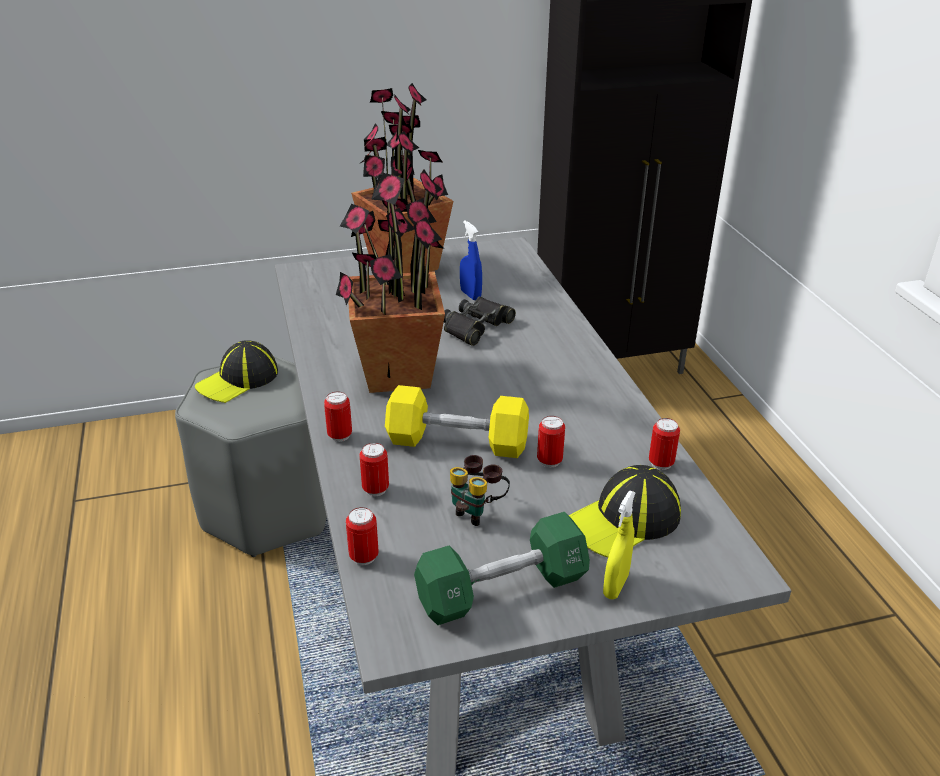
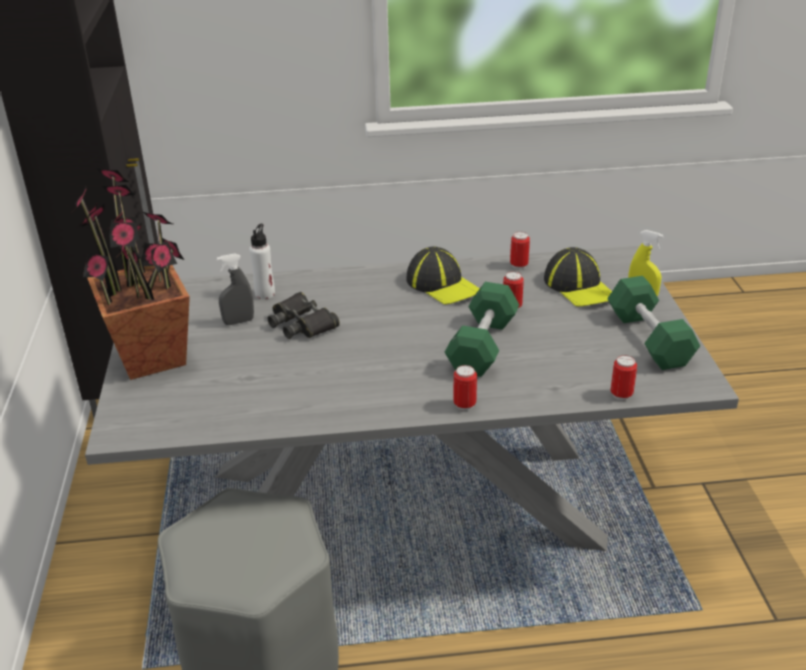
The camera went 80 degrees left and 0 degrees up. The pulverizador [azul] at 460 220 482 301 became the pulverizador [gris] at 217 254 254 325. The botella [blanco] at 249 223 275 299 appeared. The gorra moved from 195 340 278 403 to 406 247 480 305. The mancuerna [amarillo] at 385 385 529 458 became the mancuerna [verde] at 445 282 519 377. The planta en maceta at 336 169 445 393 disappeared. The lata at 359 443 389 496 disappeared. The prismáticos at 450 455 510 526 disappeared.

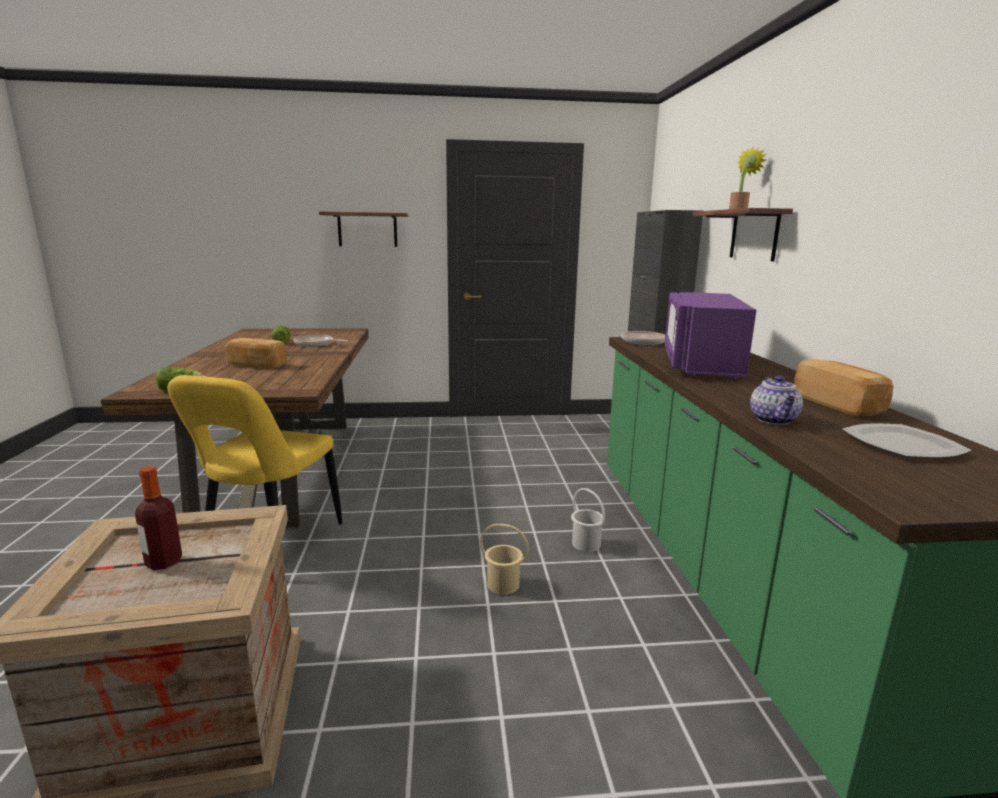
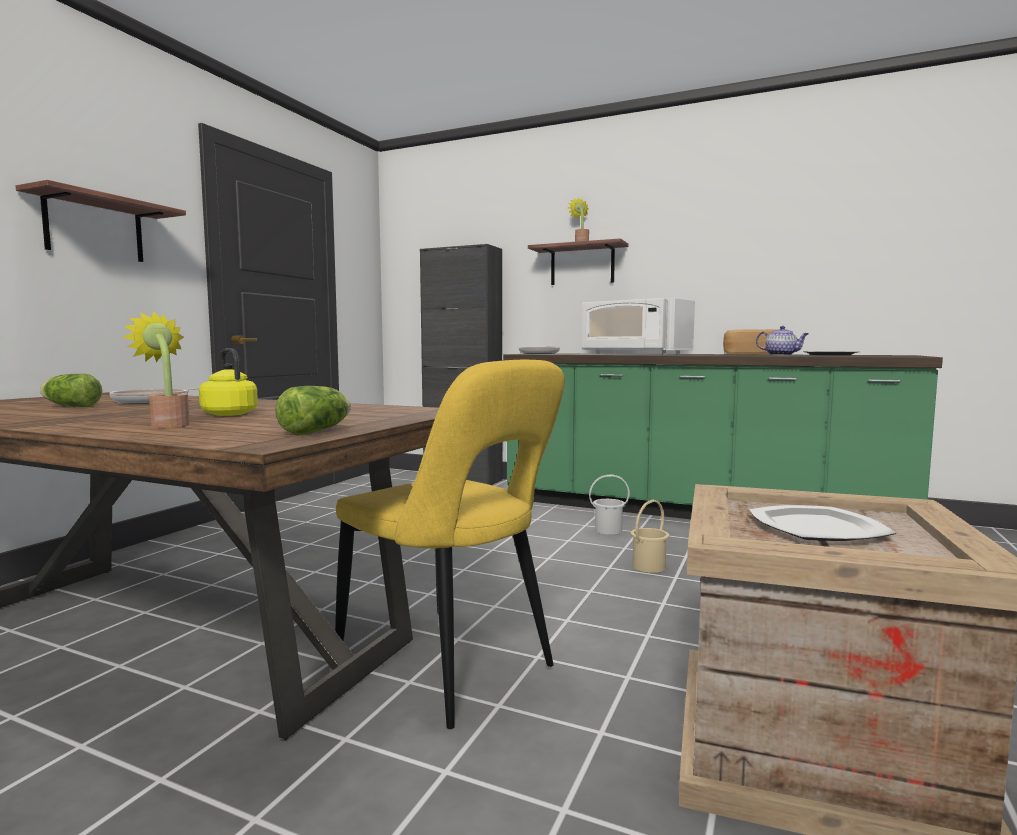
The camera went 60 degrees left and 10 degrees down. The planta en maceta at 123 311 190 428 appeared. The pan at 225 338 287 368 was replaced by the hervidor [amarillo] at 199 348 258 416. The microondas [morado] at 665 292 756 379 became the microondas [blanco] at 582 298 695 355. The botella at 135 466 182 570 was replaced by the plato at 749 505 896 541.

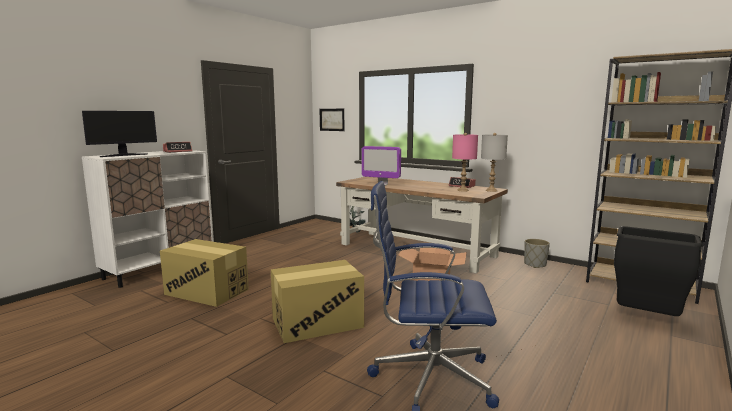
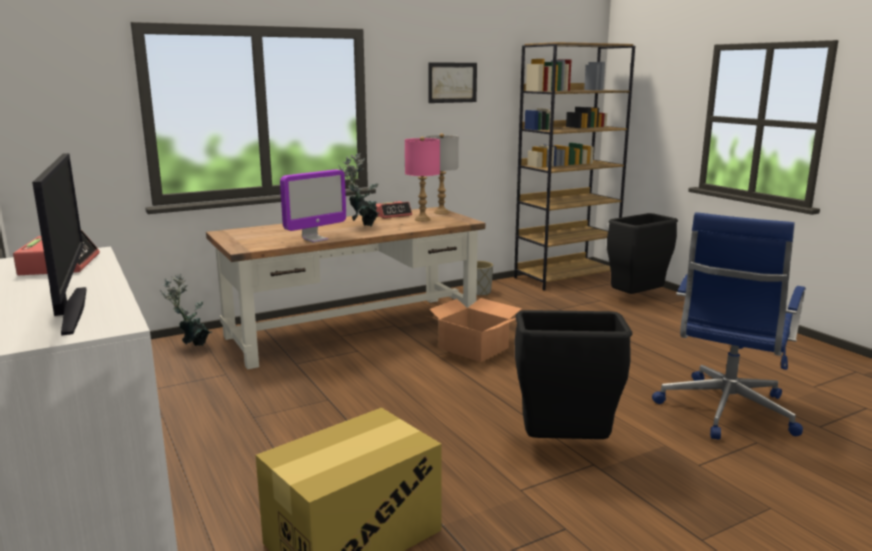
The camera went 65 degrees left and 5 degrees up. The planta en maceta at 338 153 380 226 appeared. The cuadro moved from 320 109 344 131 to 428 62 477 103. The caja de cartón at 271 260 364 343 was replaced by the papelera [negro] at 515 310 633 439.

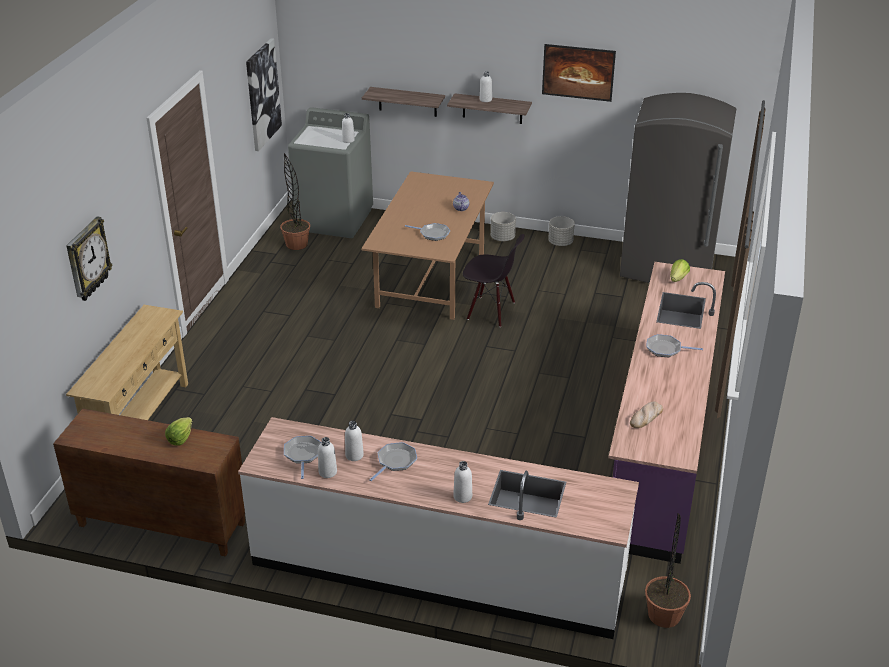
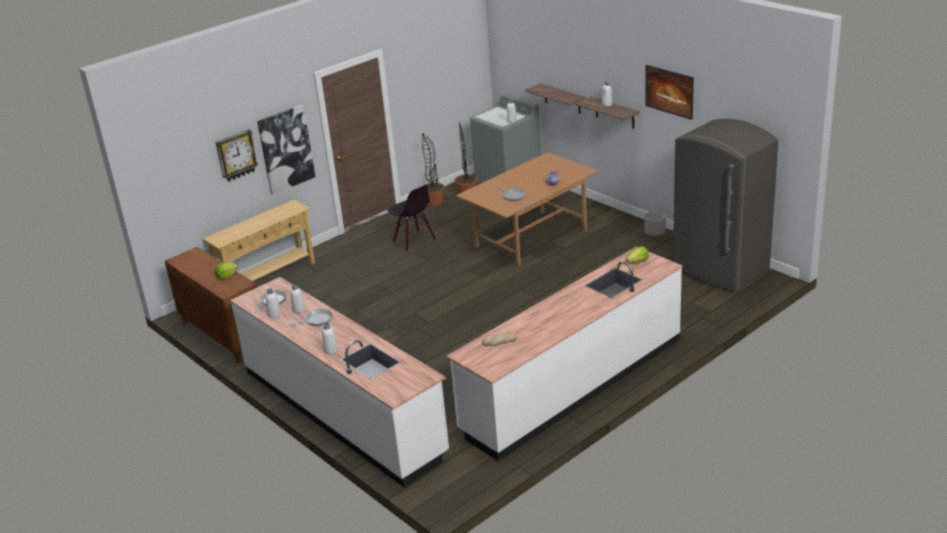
The camera went 35 degrees right and 5 degrees down. The cuadro moved from 246 38 282 151 to 257 105 315 195. The silla [negro] moved from 463 234 524 327 to 387 185 436 252. The planta en maceta moved from 645 513 691 628 to 422 133 444 206. The mueble bajo de cocina [morado] at 609 262 725 564 became the mueble bajo de cocina [blanco] at 446 247 682 461. The maceta [gris] at 491 212 516 241 disappeared. The sartén at 647 334 703 357 disappeared.

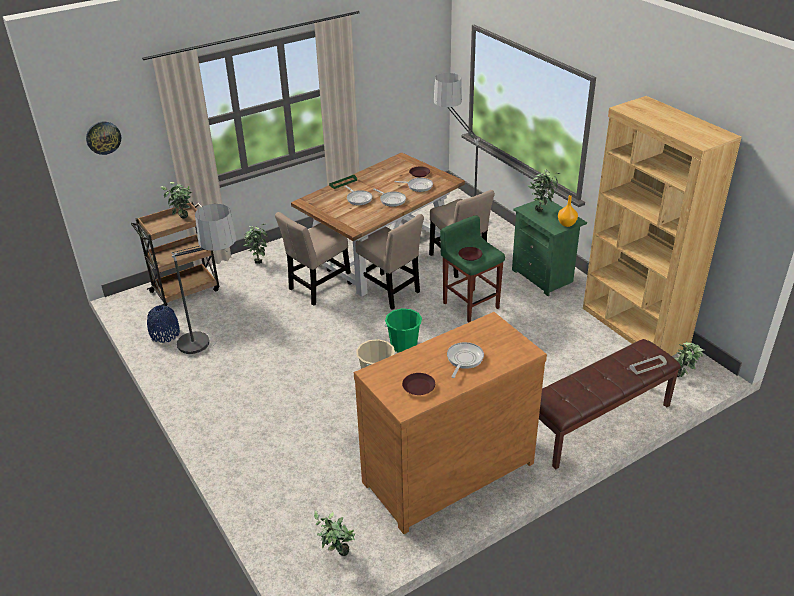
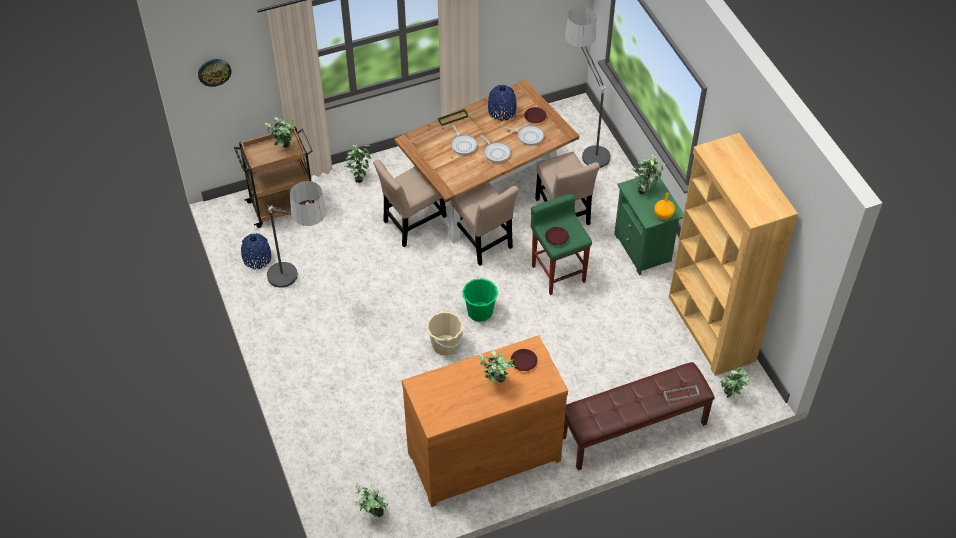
The camera went 10 degrees right and 15 degrees up. The sartén at 447 342 484 378 was replaced by the planta en maceta at 478 350 516 383. The florero [azul] at 488 85 517 121 appeared. The plato [marrón] moved from 402 373 435 395 to 511 349 538 371.

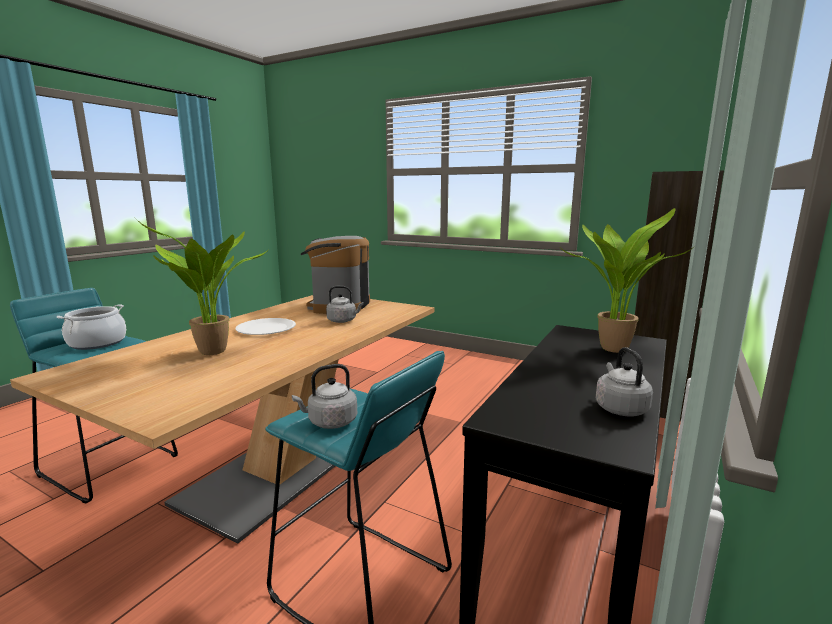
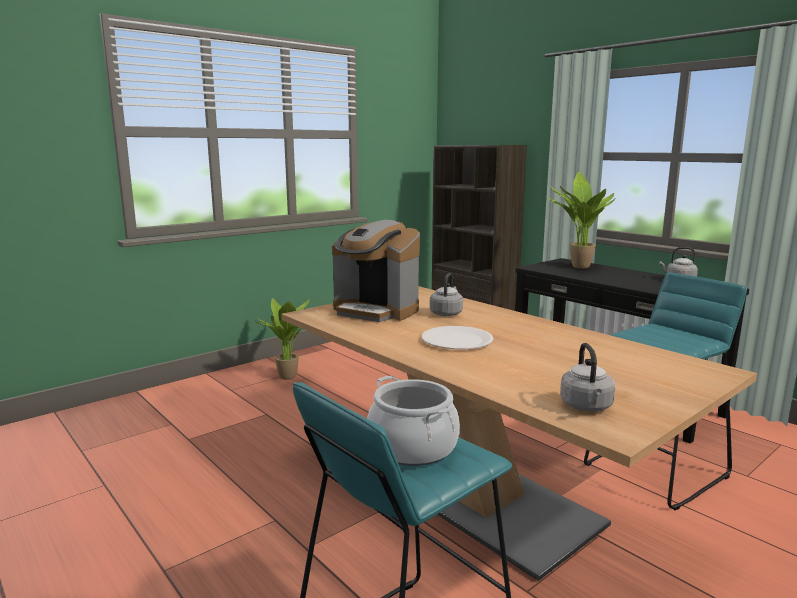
The camera went 70 degrees left and 0 degrees up. The planta en maceta moved from 136 219 269 355 to 254 298 310 380. The hervidor [gris] moved from 292 364 357 429 to 560 343 615 412.

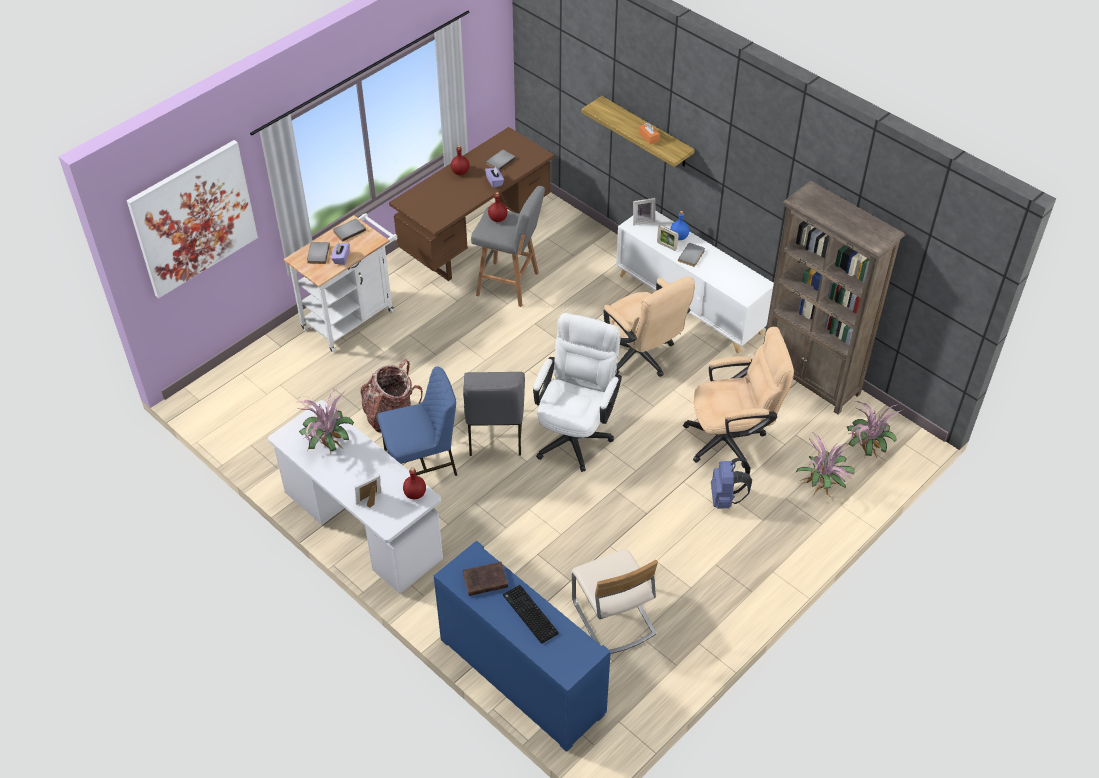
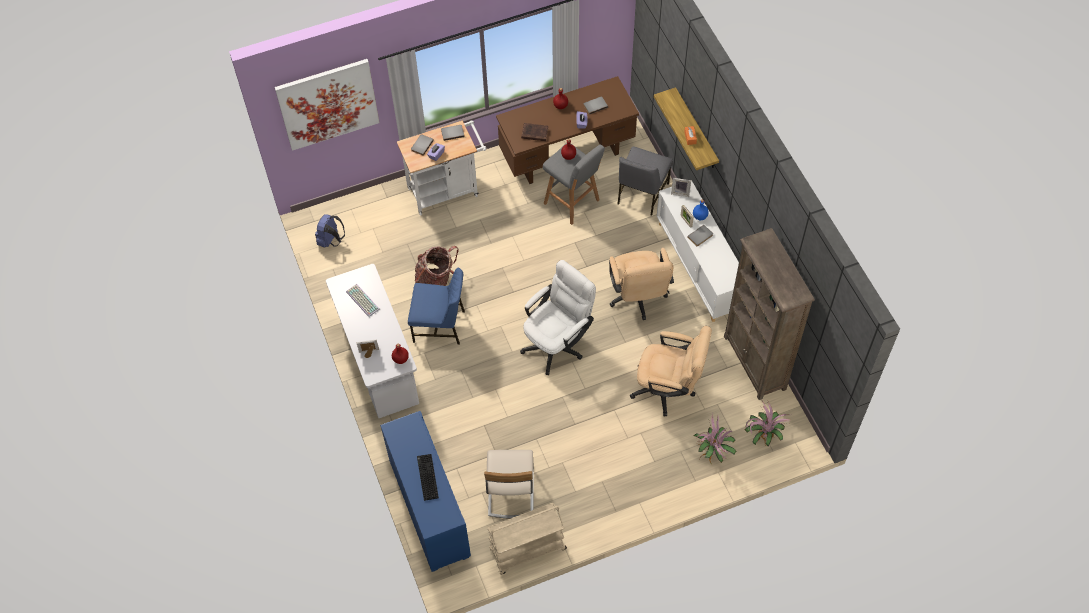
The camera went 25 degrees right and 10 degrees up. The mochila [azul] moved from 711 458 752 508 to 315 214 345 248. The planta en maceta at 295 388 354 455 was replaced by the teclado at 346 284 380 317. The carrito [beis] at 488 503 567 574 appeared. The libro [marrón] moved from 463 562 508 596 to 521 123 548 141. The silla [gris] moved from 463 372 525 456 to 618 146 673 216.

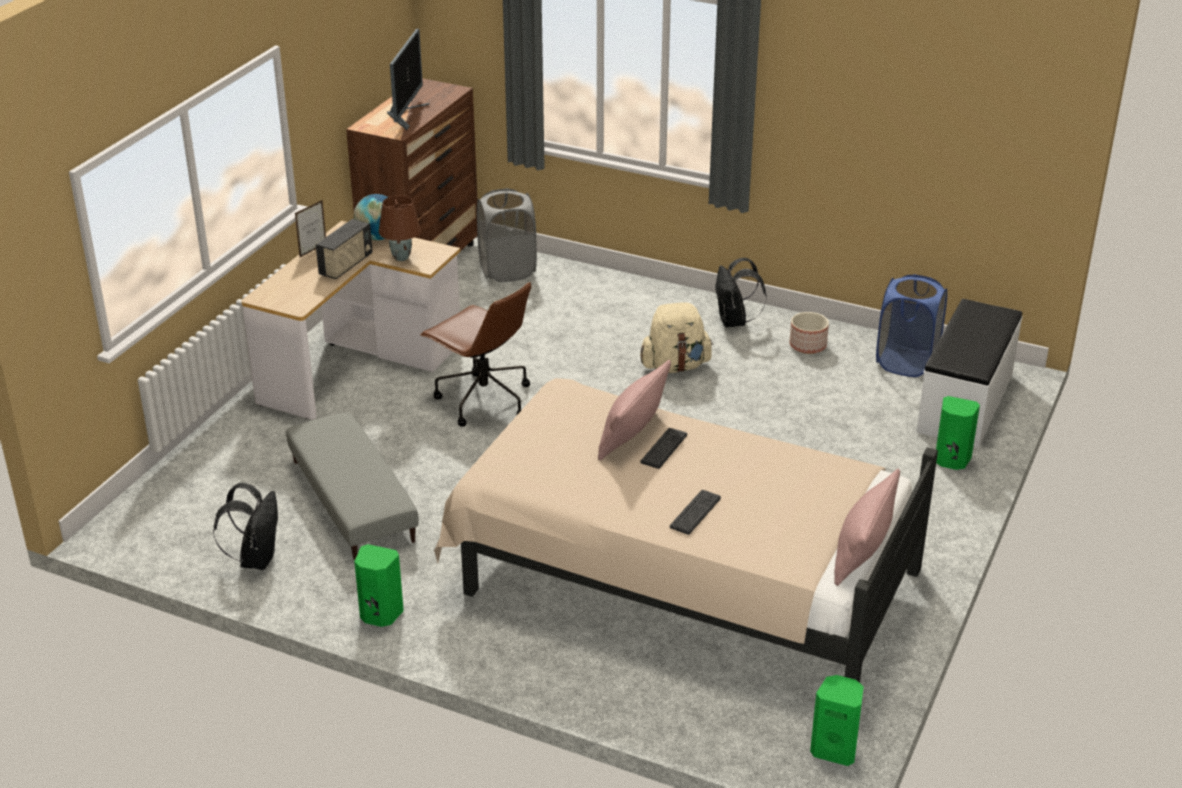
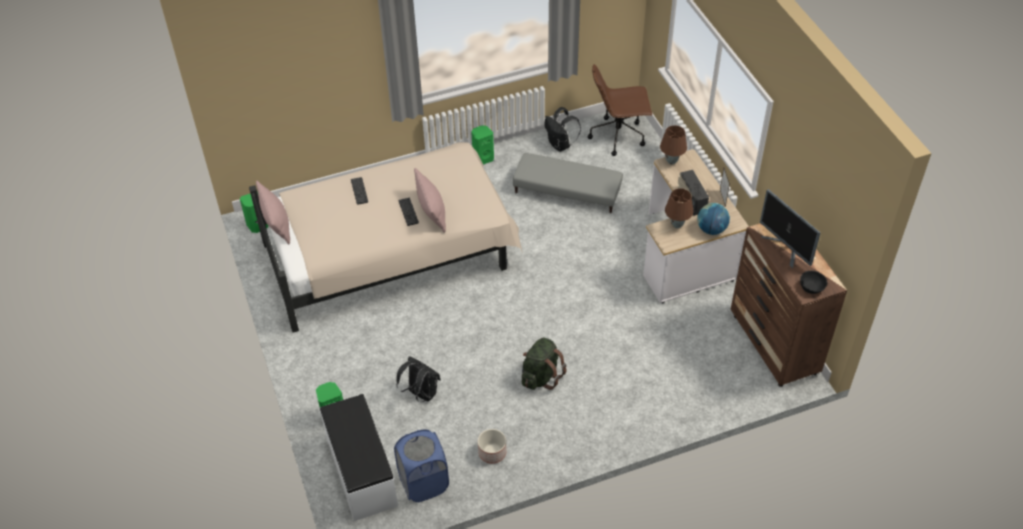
The camera went 135 degrees right and 15 degrees up. The mochila [negro] moved from 715 258 767 327 to 396 356 441 402. The mochila [beis] at 640 302 713 373 became the mochila [verde] at 522 337 567 390. The silla de oficina [marrón] moved from 420 282 531 427 to 588 64 652 156. The lámpara de mesa [marrón] at 660 125 687 165 appeared. The cuenco [negro] at 800 271 827 294 appeared. The cesto de la ropa [gris] at 477 188 537 282 disappeared.

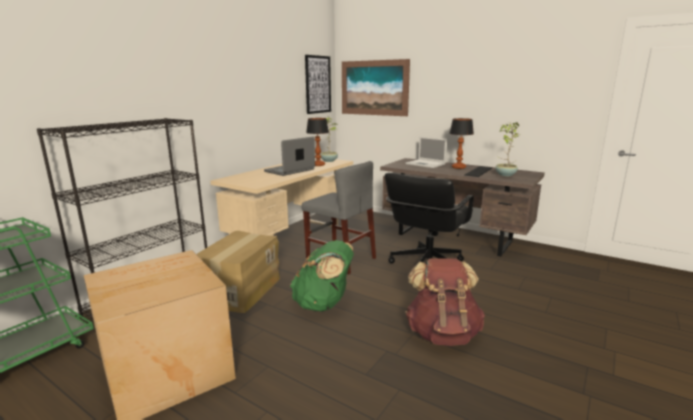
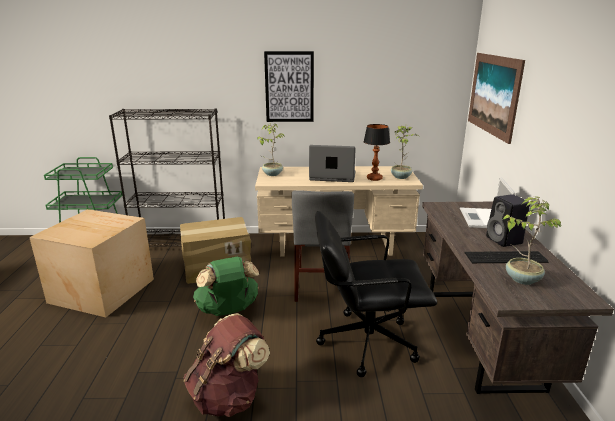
The camera went 55 degrees right and 5 degrees up. The planta en maceta at 257 123 285 176 appeared. The cuadro moved from 305 55 331 114 to 264 51 314 122. The lámpara de mesa at 449 118 474 169 was replaced by the altavoz [negro] at 486 194 530 247.

